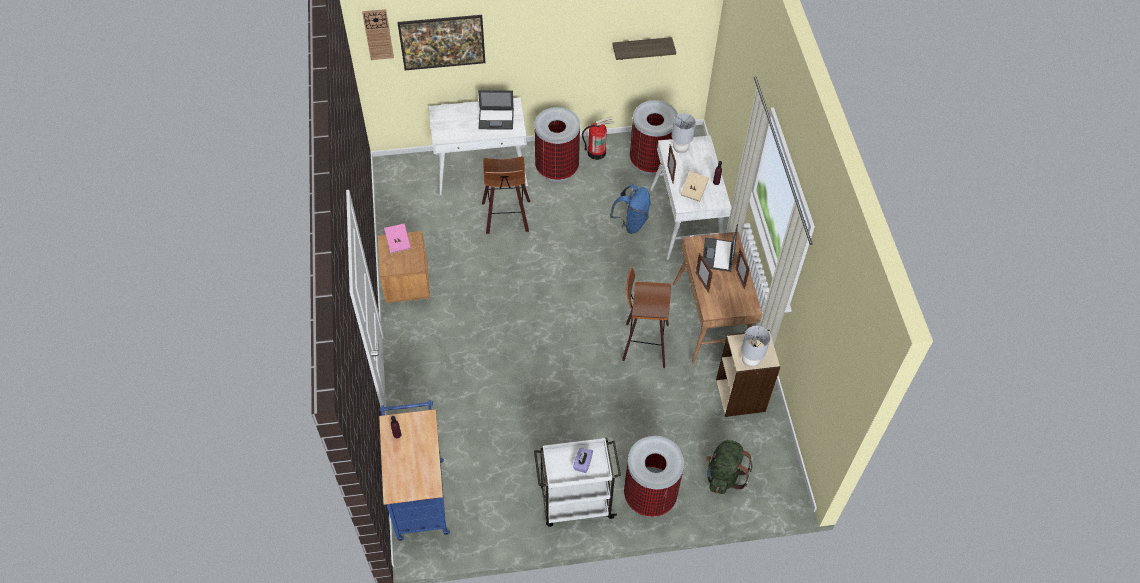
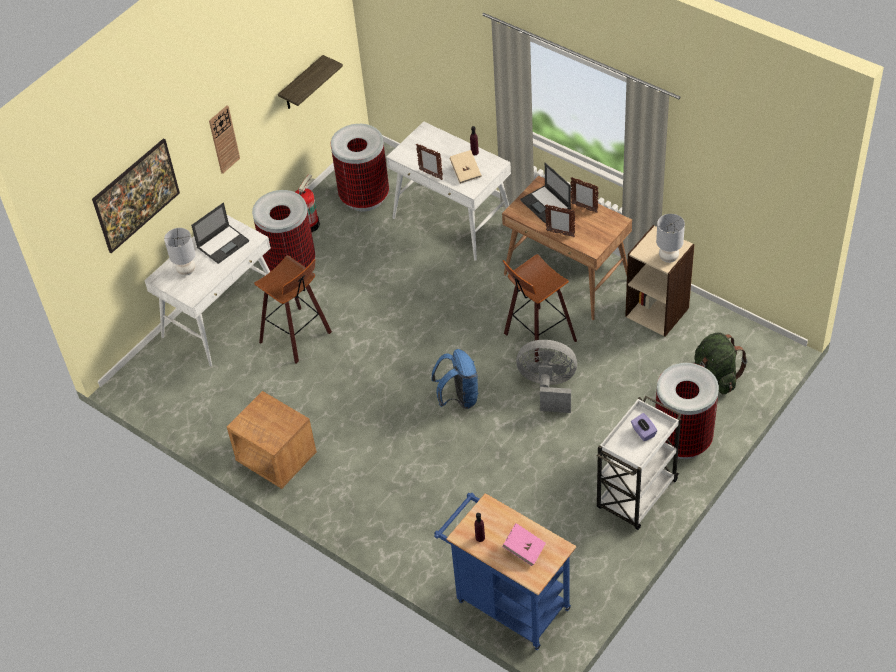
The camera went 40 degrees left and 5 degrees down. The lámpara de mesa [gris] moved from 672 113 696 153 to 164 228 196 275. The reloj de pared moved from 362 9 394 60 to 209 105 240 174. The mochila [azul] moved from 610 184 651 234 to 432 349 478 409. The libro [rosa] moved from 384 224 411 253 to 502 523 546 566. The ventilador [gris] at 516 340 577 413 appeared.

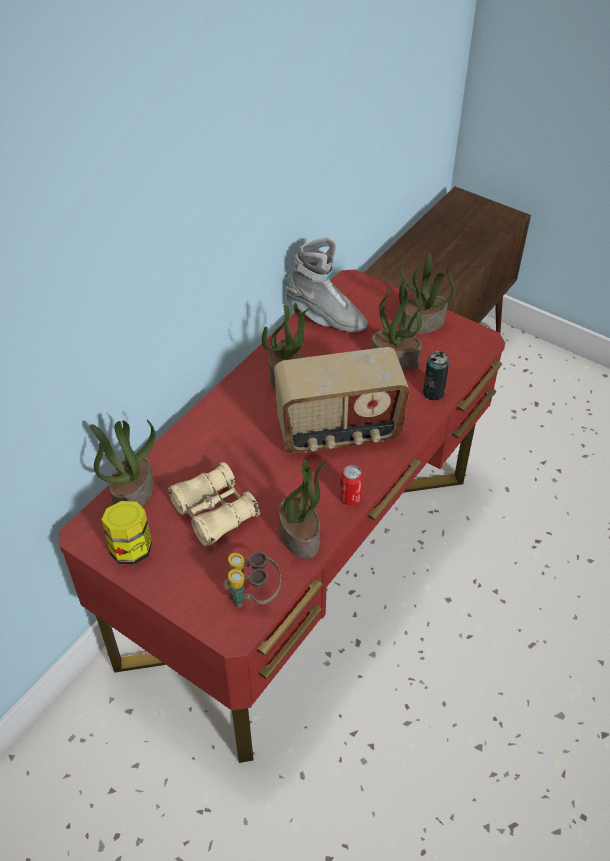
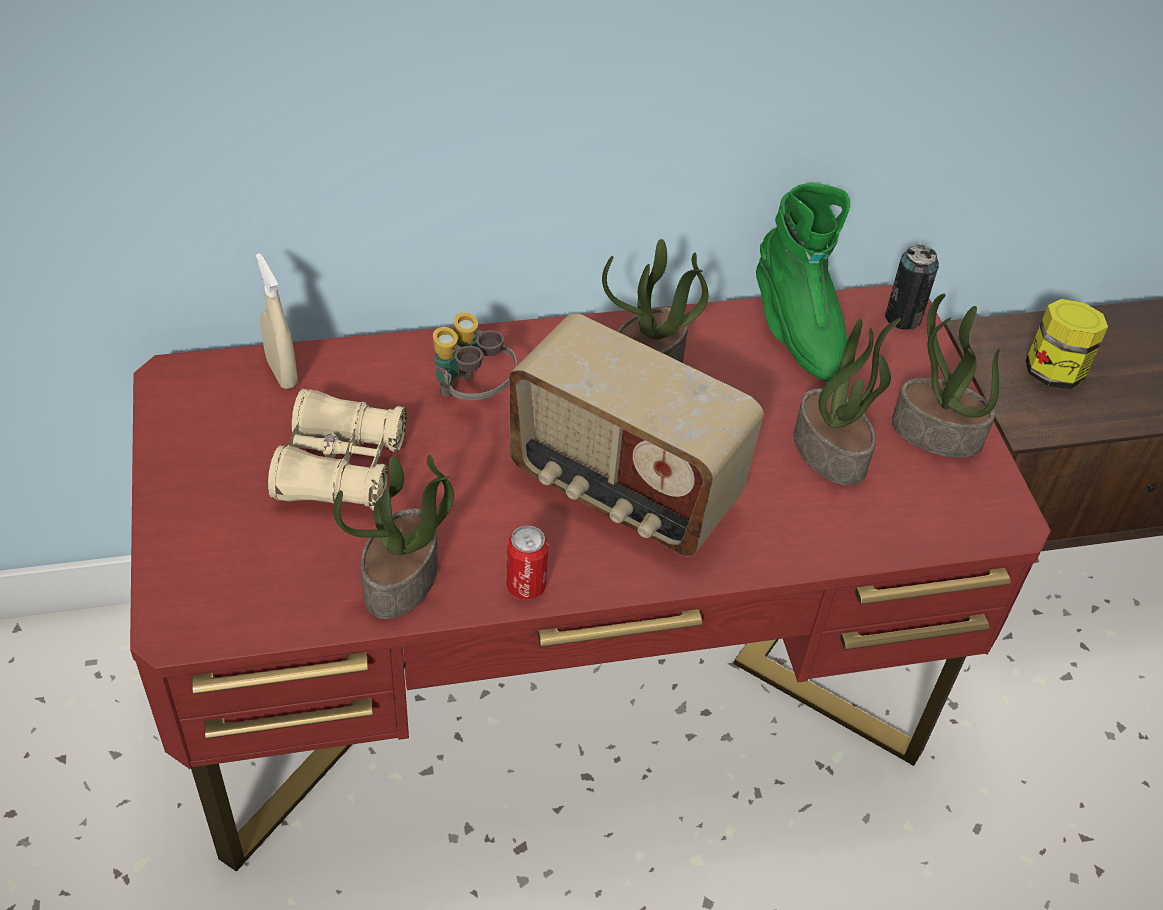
The camera went 40 degrees right and 0 degrees up. The planta en maceta at 90 420 156 507 was replaced by the pulverizador [beis] at 256 253 298 389. The prismáticos moved from 223 552 281 608 to 433 312 517 400. The bota [gris] at 285 237 367 332 became the bota [verde] at 756 183 850 382. The lata moved from 423 351 450 401 to 885 244 939 330. The tarro moved from 102 501 152 564 to 1025 299 1108 389.

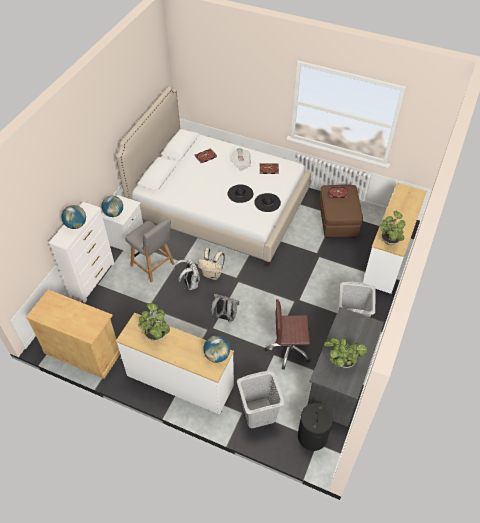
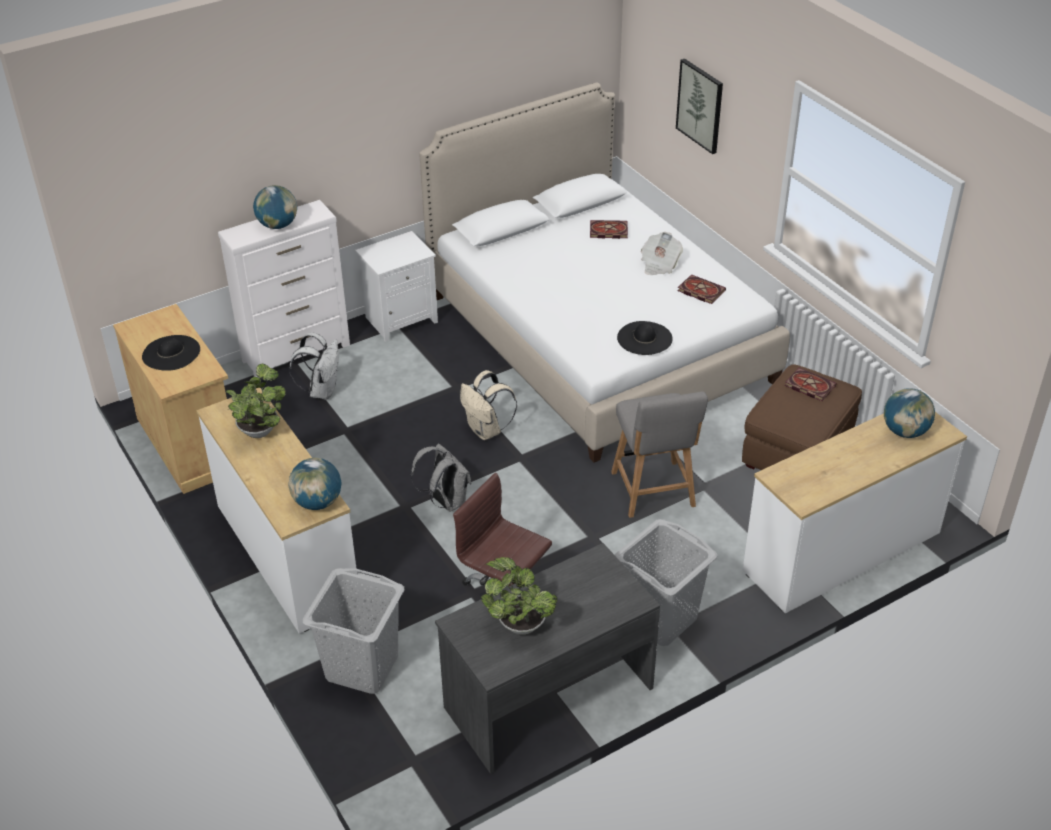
The camera went 35 degrees right and 10 degrees down. The sombrero [negro] moved from 227 184 253 203 to 142 335 200 371. The mochila [blanco] moved from 174 258 200 290 to 289 332 339 400. The silla [gris] moved from 125 218 175 283 to 611 391 708 518. The cuadro at 676 59 723 154 appeared. The globo terráqueo moved from 101 196 123 217 to 884 388 935 438. The cesto de la ropa [negro] at 298 400 333 451 disappeared. The planta en maceta at 379 211 405 245 disappeared.

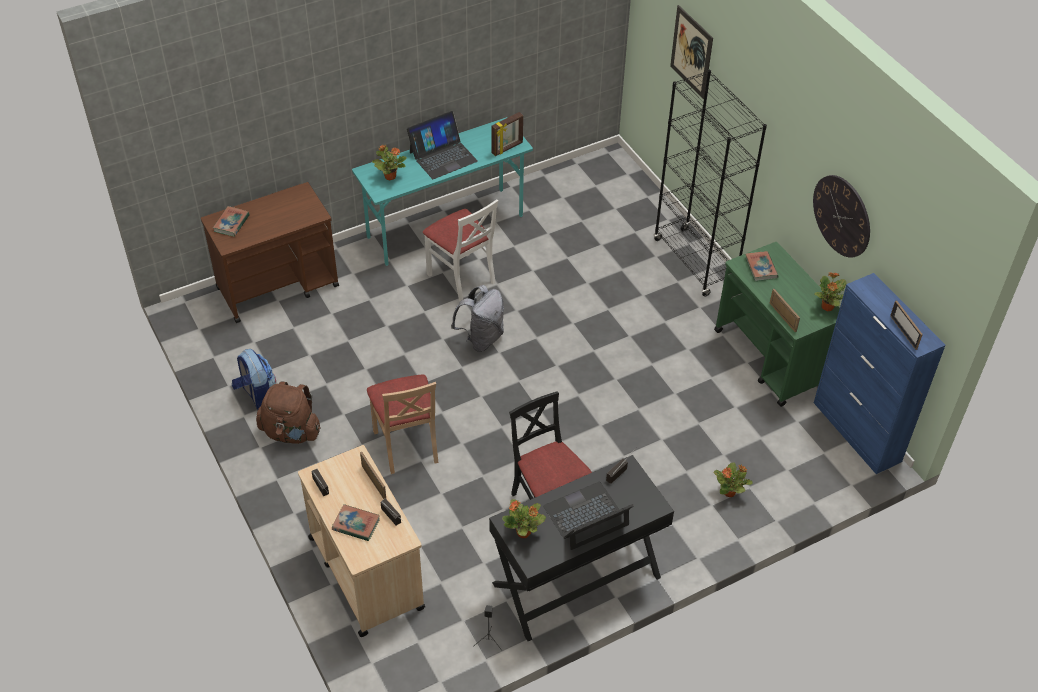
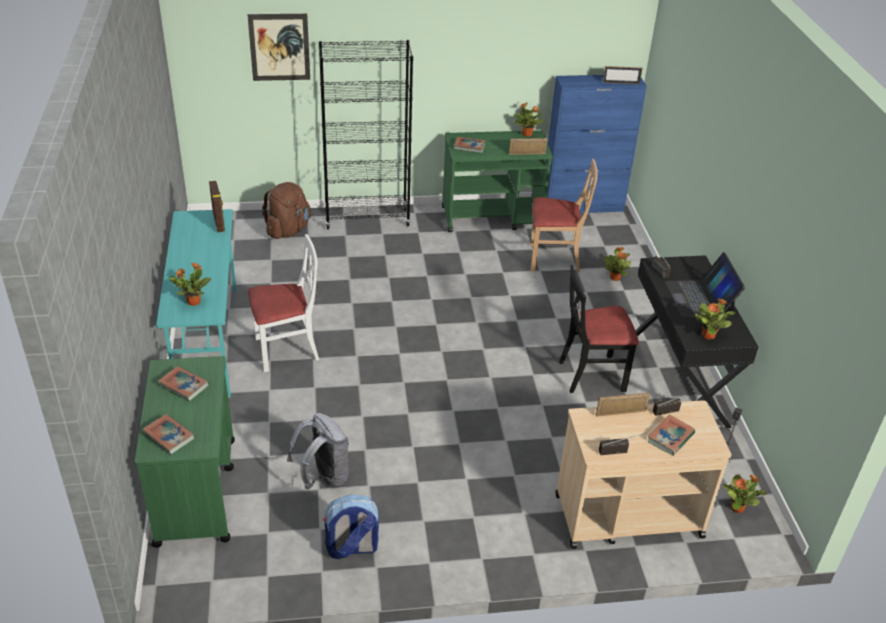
The camera went 70 degrees left and 10 degrees down. The carrito [marrón] at 201 182 339 323 became the carrito [verde] at 135 356 235 548. The libro at 158 366 209 402 appeared. The mochila [marrón] moved from 256 381 320 444 to 262 182 311 239. The mochila [gris] moved from 451 285 504 352 to 287 413 349 489. The silla [beis] moved from 367 375 438 474 to 530 159 598 272. The planta en maceta at 723 474 767 513 appeared. The portátil at 407 111 478 179 disappeared. The reloj de pared at 813 175 870 258 disappeared.

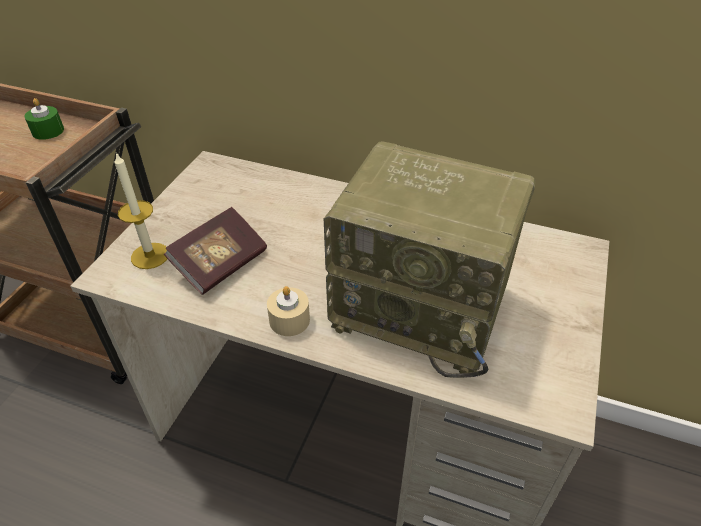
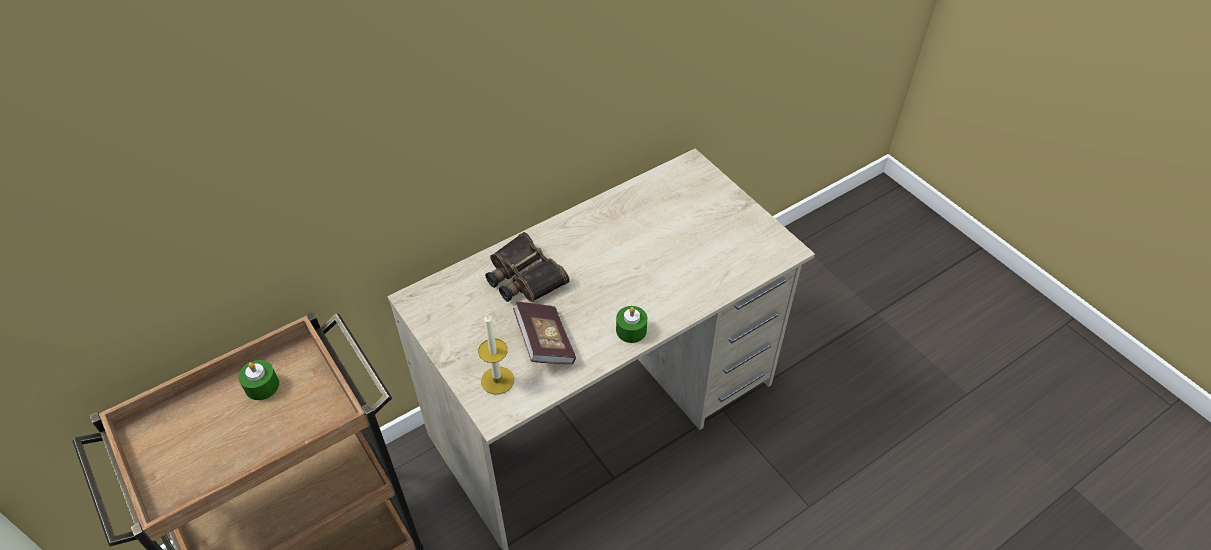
The camera went 55 degrees left and 5 degrees up. The prismáticos at 485 232 570 303 appeared. The vela [beis] at 267 286 310 336 became the vela [verde] at 616 306 647 343. The radio at 324 141 535 378 disappeared.

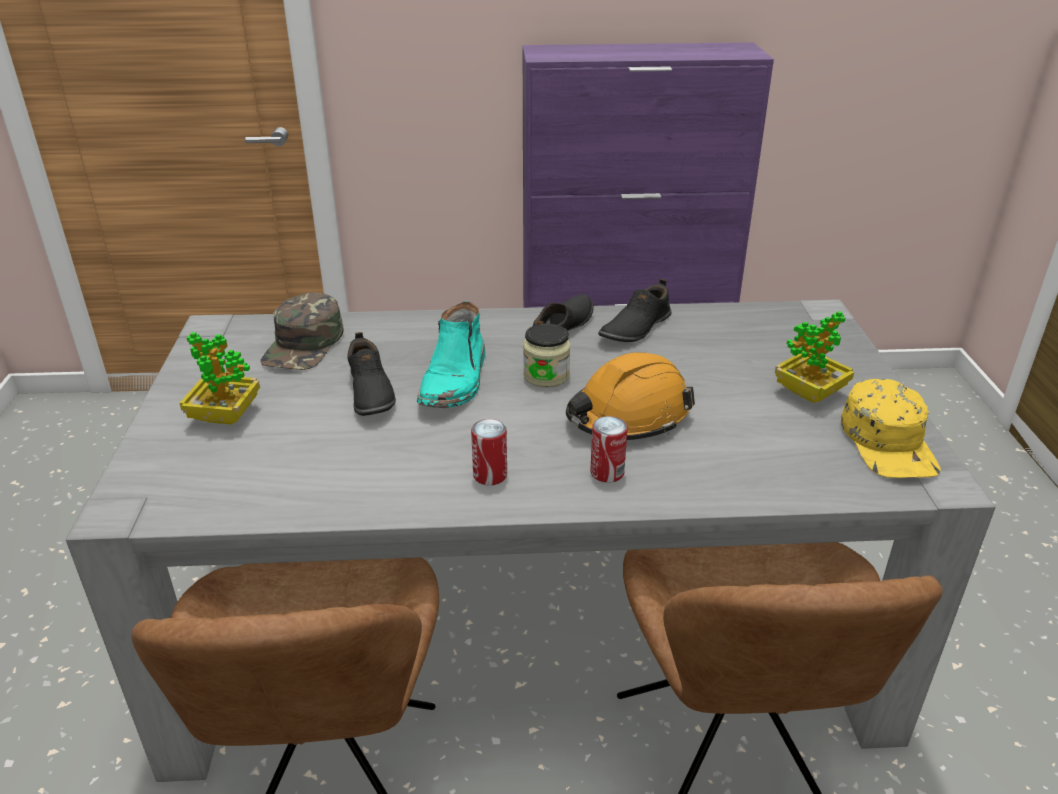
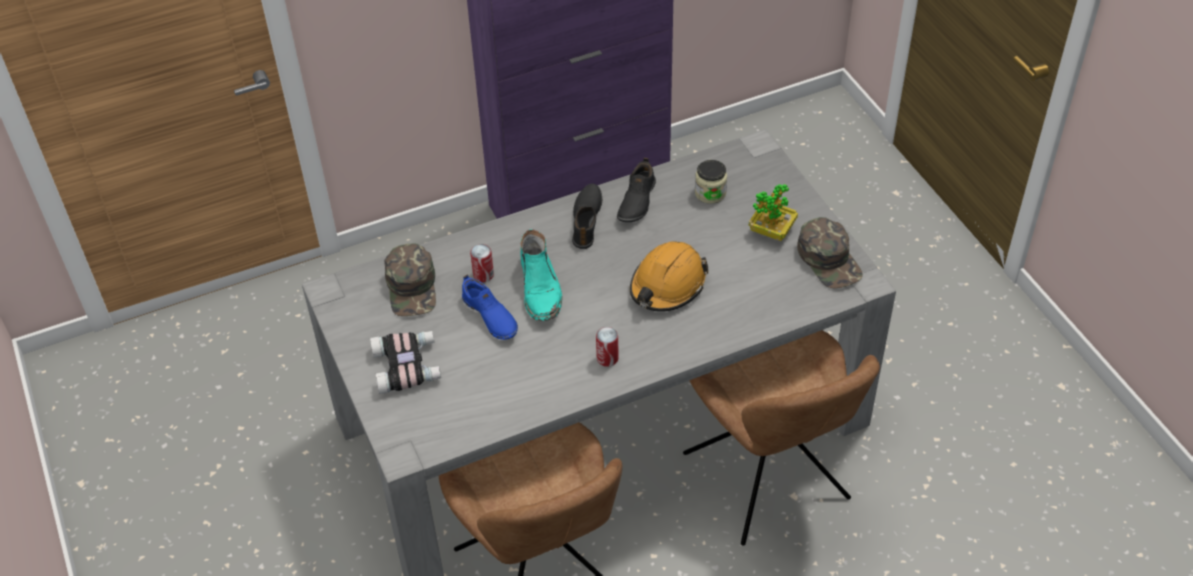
The camera went 20 degrees left and 15 degrees up. The planta en maceta at 180 332 260 425 was replaced by the prismáticos at 370 331 441 394. The zapato [negro] at 348 332 396 416 became the zapato [azul] at 462 274 518 340. The lata moved from 590 416 628 483 to 470 244 494 282. The tarro moved from 523 323 571 387 to 695 160 727 204. The gorra [amarillo] at 841 379 941 478 became the gorra [verde] at 797 217 863 289.

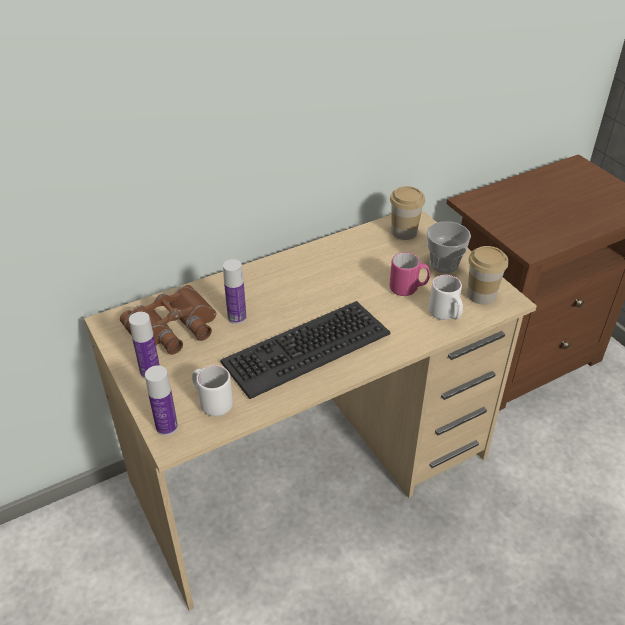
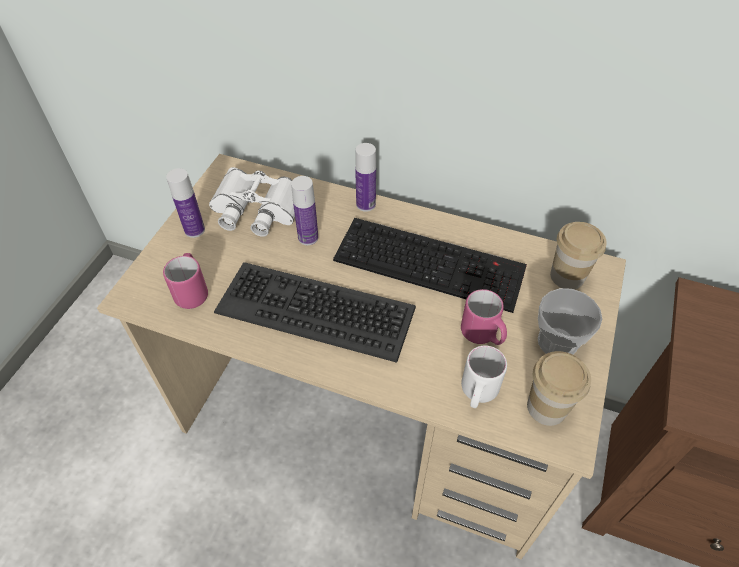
The camera went 50 degrees right and 10 degrees up. The taza grande [blanco] at 192 365 233 416 became the taza grande [rosa] at 163 253 208 309. The prismáticos [marrón] at 120 285 216 355 became the prismáticos [blanco] at 209 167 295 237. The teclado at 333 218 527 313 appeared. The botella moved from 145 365 178 435 to 355 143 376 212.

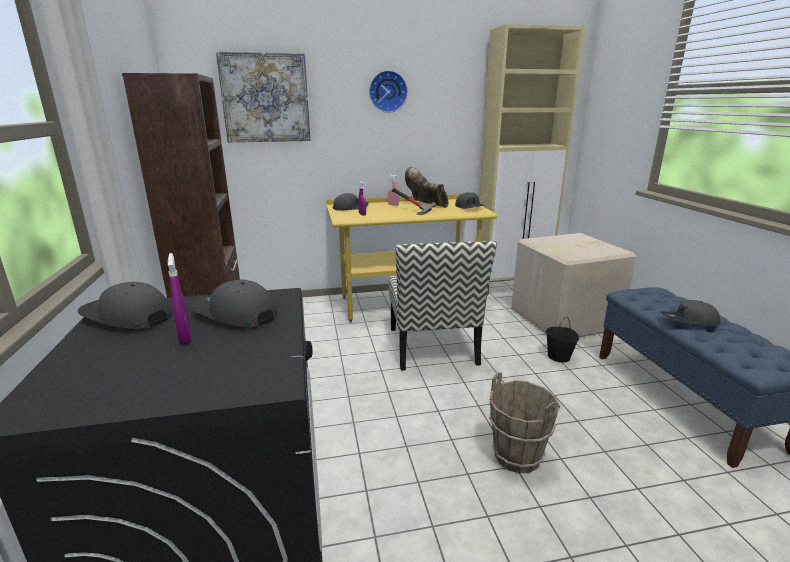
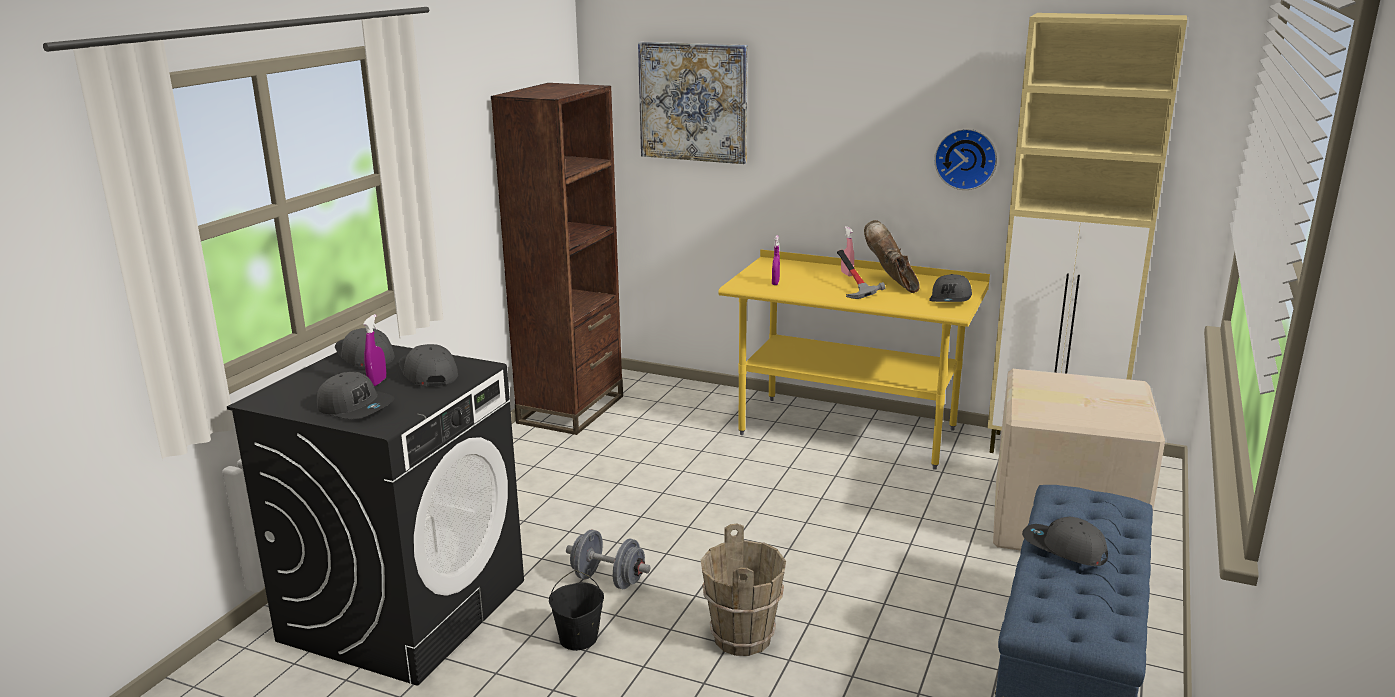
The camera went 35 degrees right and 0 degrees up. The gorra [gris] moved from 333 193 369 211 to 317 372 394 419. The cubo [negro] moved from 546 317 579 363 to 549 570 604 651. The mancuerna [gris] at 566 530 650 589 appeared. The reloj de pared moved from 369 70 408 113 to 934 129 997 190. The silla at 389 241 497 371 disappeared.

